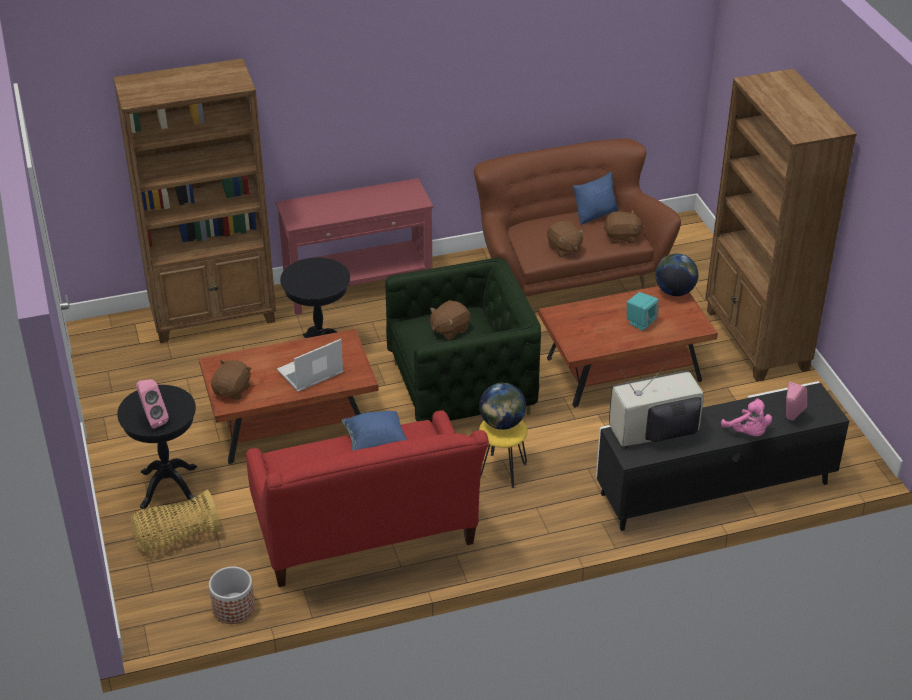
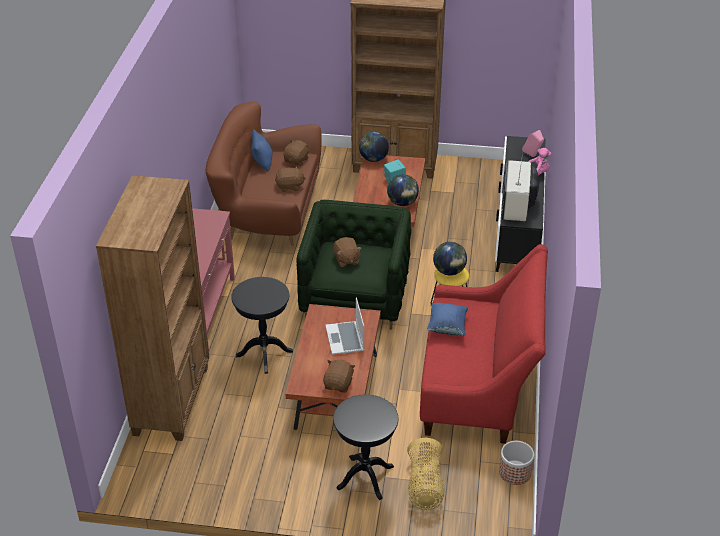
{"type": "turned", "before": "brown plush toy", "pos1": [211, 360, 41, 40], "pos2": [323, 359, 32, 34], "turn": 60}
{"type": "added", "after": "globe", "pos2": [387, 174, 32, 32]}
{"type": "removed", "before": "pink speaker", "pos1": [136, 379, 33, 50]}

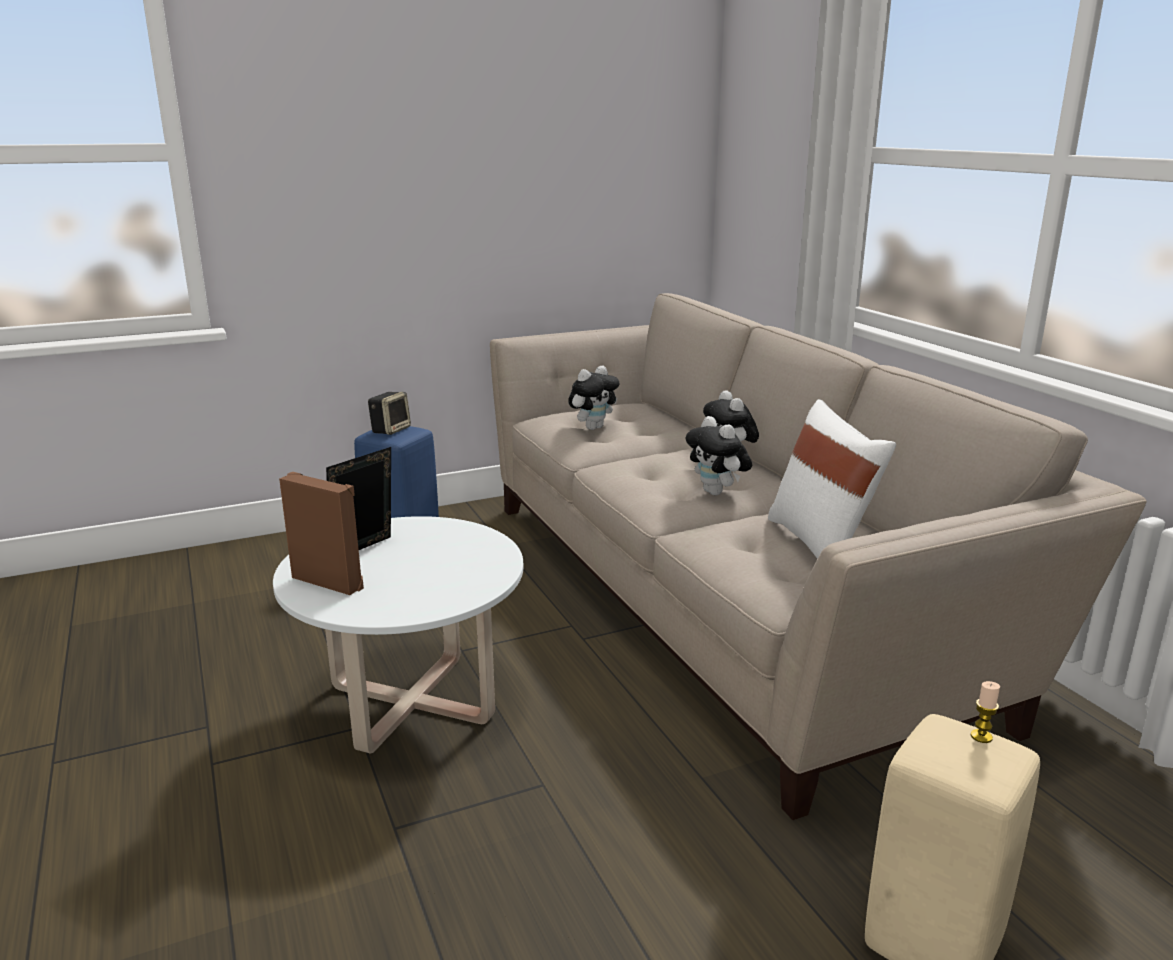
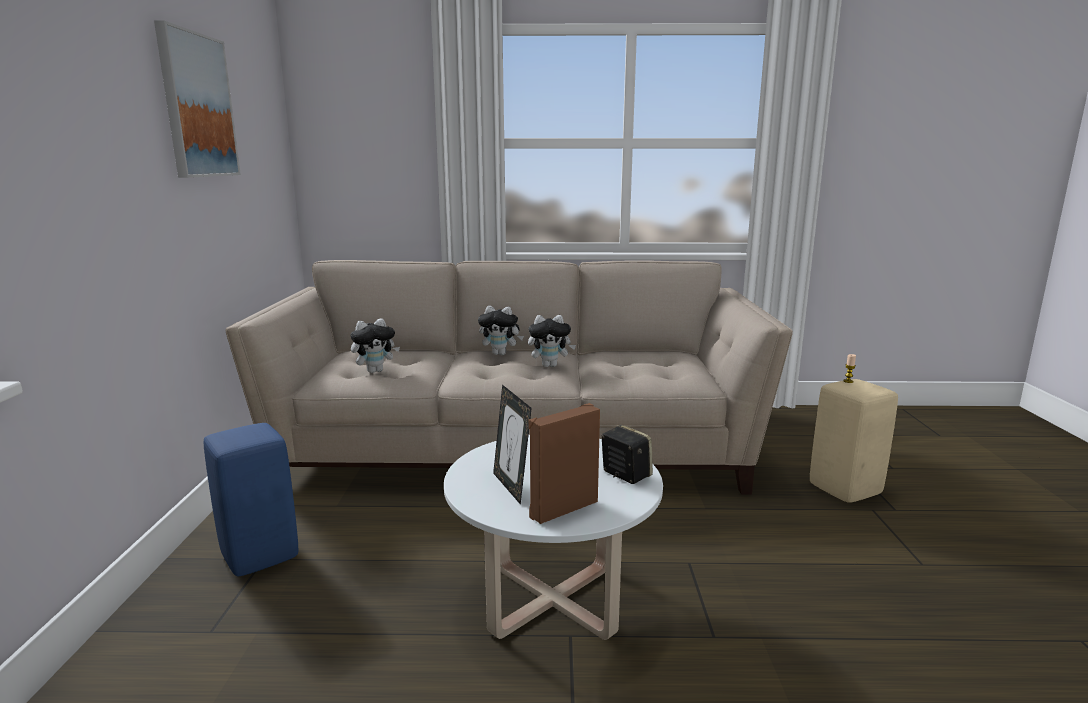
{"type": "added", "after": "picture", "pos2": [154, 21, 87, 157]}
{"type": "turned", "before": "plush toy", "pos1": [568, 366, 52, 64], "pos2": [350, 318, 50, 55], "turn": 75}
{"type": "moved", "before": "speaker", "pos1": [368, 392, 43, 43], "pos2": [602, 425, 51, 59]}
{"type": "removed", "before": "white pillow", "pos1": [768, 399, 128, 160]}

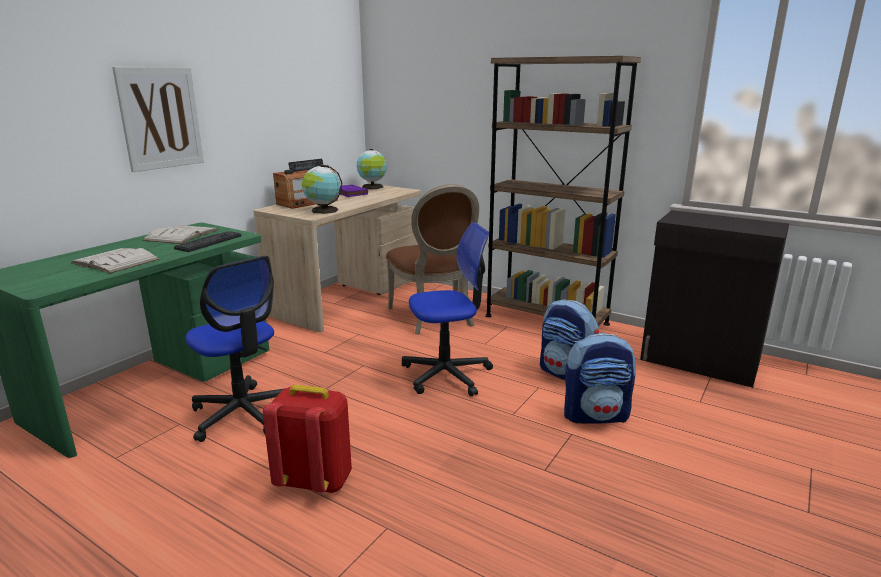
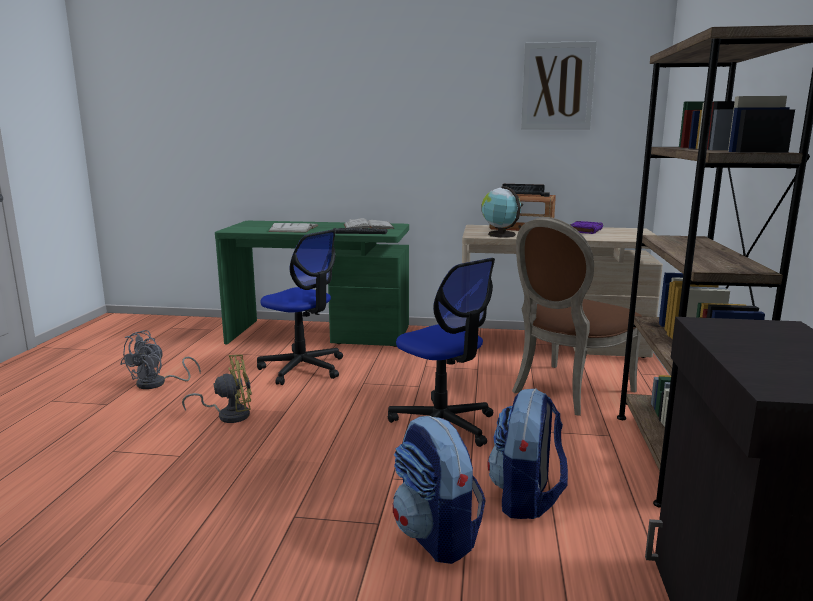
{"type": "added", "after": "grey fan", "pos2": [120, 330, 81, 59]}
{"type": "replaced", "before": "red backpack", "after": "yellow fan", "pos1": [263, 385, 89, 108], "pos2": [182, 355, 70, 68]}
{"type": "turned", "before": "office chair", "pos1": [185, 256, 98, 186], "pos2": [257, 229, 86, 156], "turn": -75}
{"type": "moved", "before": "picture", "pos1": [112, 67, 92, 105], "pos2": [521, 41, 76, 89]}
{"type": "removed", "before": "globe", "pos1": [357, 149, 30, 40]}

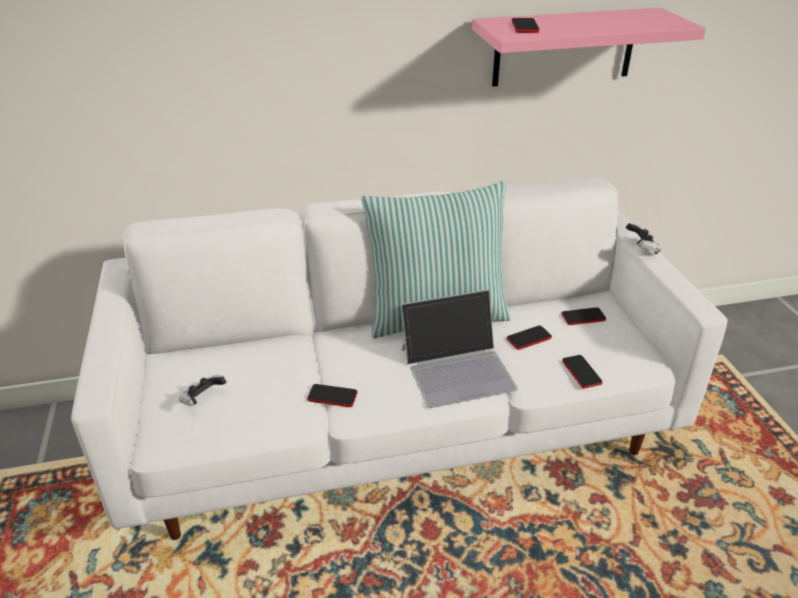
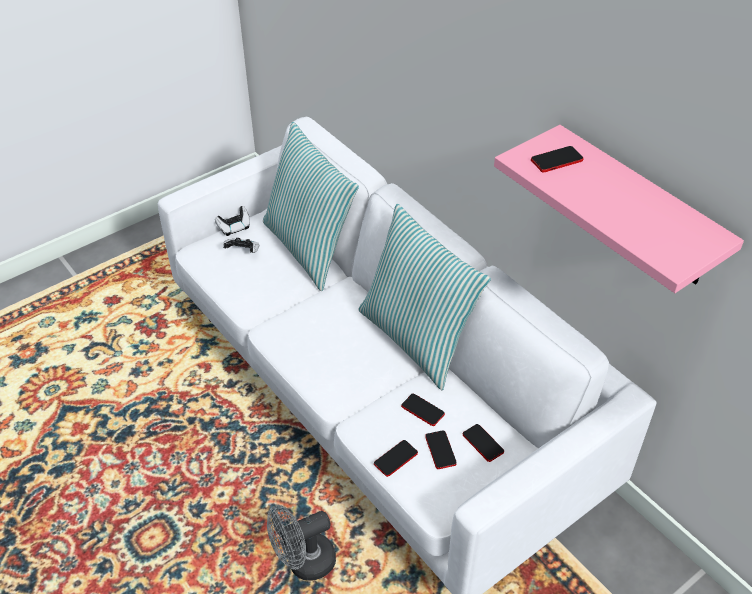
{"type": "moved", "before": "game controller", "pos1": [626, 223, 35, 31], "pos2": [215, 206, 35, 30]}
{"type": "added", "after": "pillow", "pos2": [263, 122, 96, 169]}
{"type": "added", "after": "grey fan", "pos2": [267, 505, 69, 76]}
{"type": "moved", "before": "phone", "pos1": [307, 384, 51, 23], "pos2": [425, 430, 32, 39]}
{"type": "removed", "before": "laptop", "pos1": [401, 289, 117, 119]}

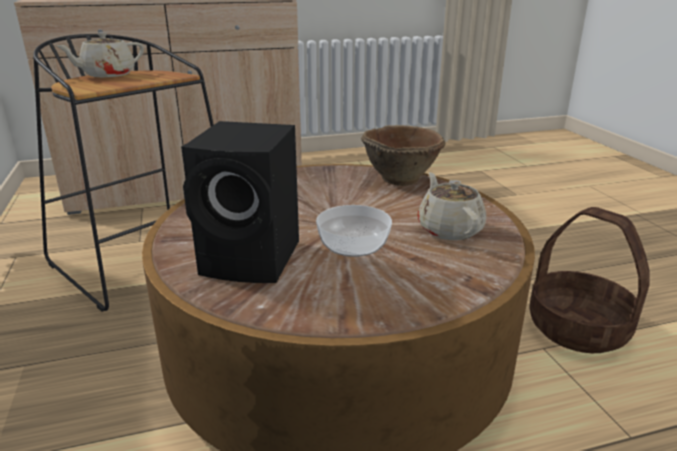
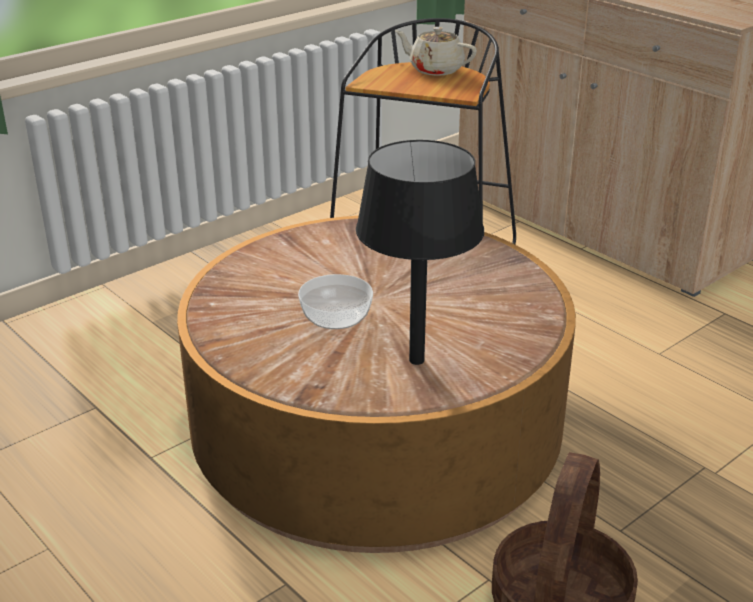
{"type": "replaced", "before": "beige teapot", "after": "black table lamp", "pos1": [417, 172, 69, 68], "pos2": [356, 140, 128, 225]}
{"type": "removed", "before": "black speaker", "pos1": [181, 121, 118, 162]}
{"type": "removed", "before": "brown bowl", "pos1": [361, 125, 84, 61]}

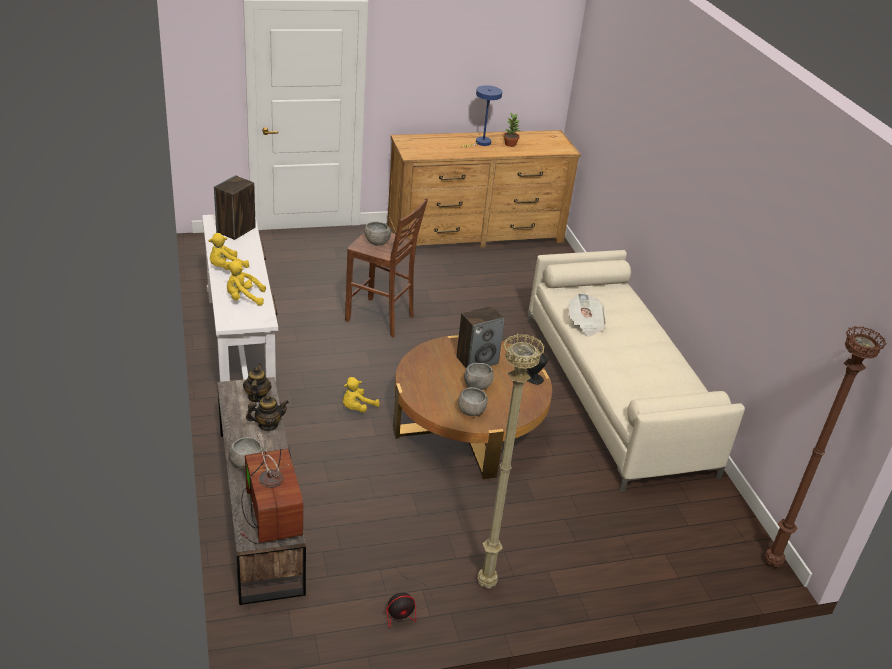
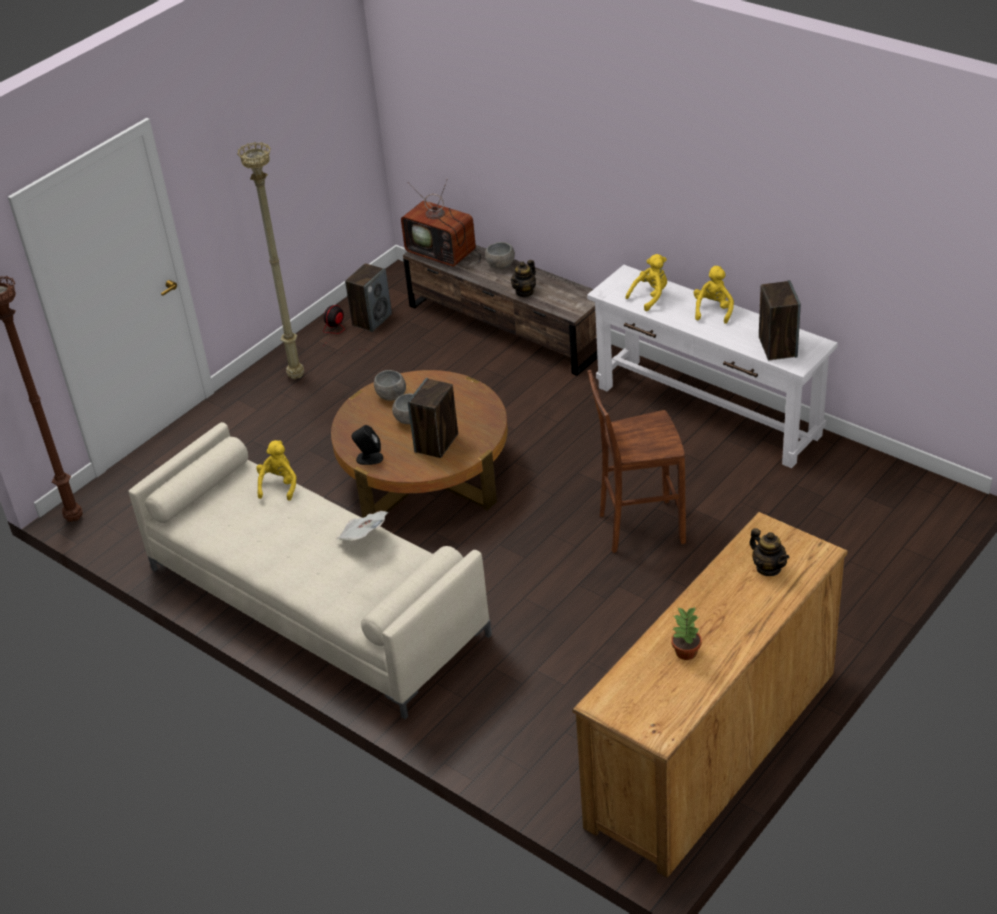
{"type": "moved", "before": "yellow plush toy", "pos1": [343, 377, 37, 36], "pos2": [256, 440, 40, 61]}
{"type": "added", "after": "speaker", "pos2": [345, 263, 47, 69]}
{"type": "moved", "before": "teapot", "pos1": [243, 364, 29, 38], "pos2": [750, 528, 39, 48]}
{"type": "removed", "before": "grey bowl", "pos1": [364, 221, 27, 24]}
{"type": "removed", "before": "blue table lamp", "pos1": [461, 85, 41, 63]}

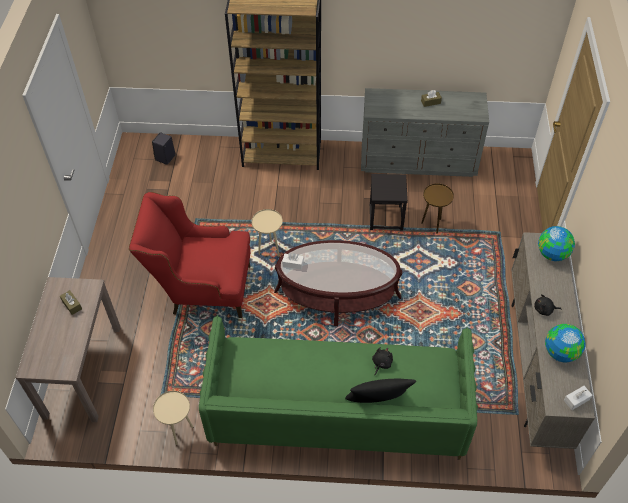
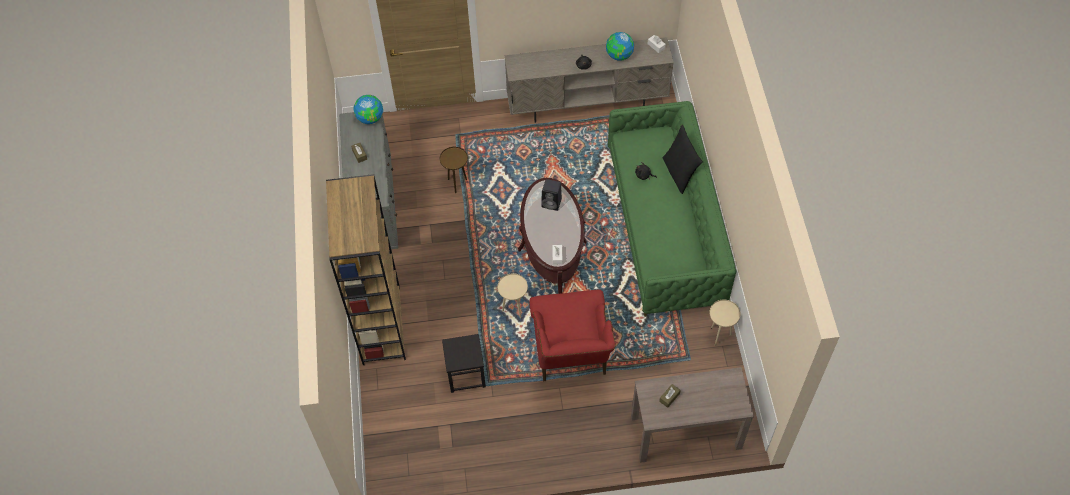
{"type": "moved", "before": "globe", "pos1": [538, 226, 37, 35], "pos2": [354, 95, 29, 29]}
{"type": "moved", "before": "black stool", "pos1": [370, 174, 38, 57], "pos2": [442, 334, 44, 59]}
{"type": "moved", "before": "black speaker", "pos1": [152, 132, 24, 33], "pos2": [541, 179, 21, 32]}

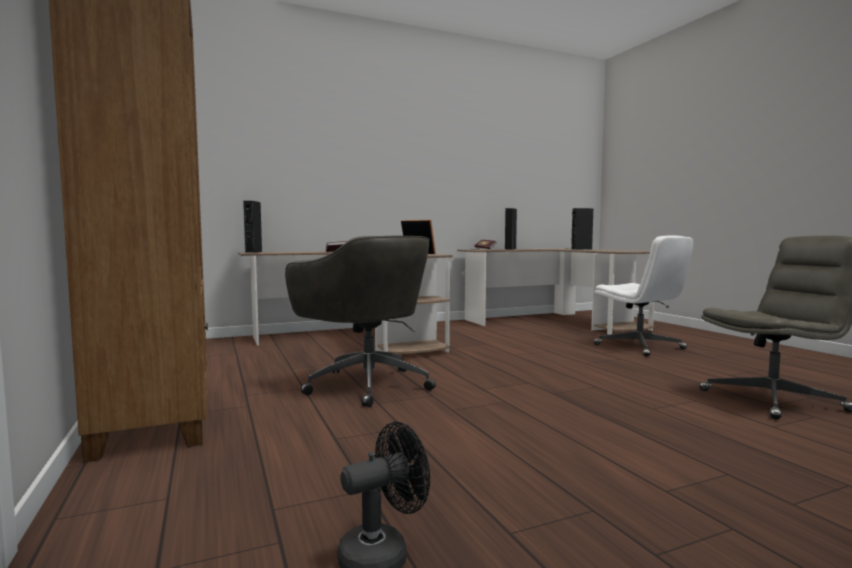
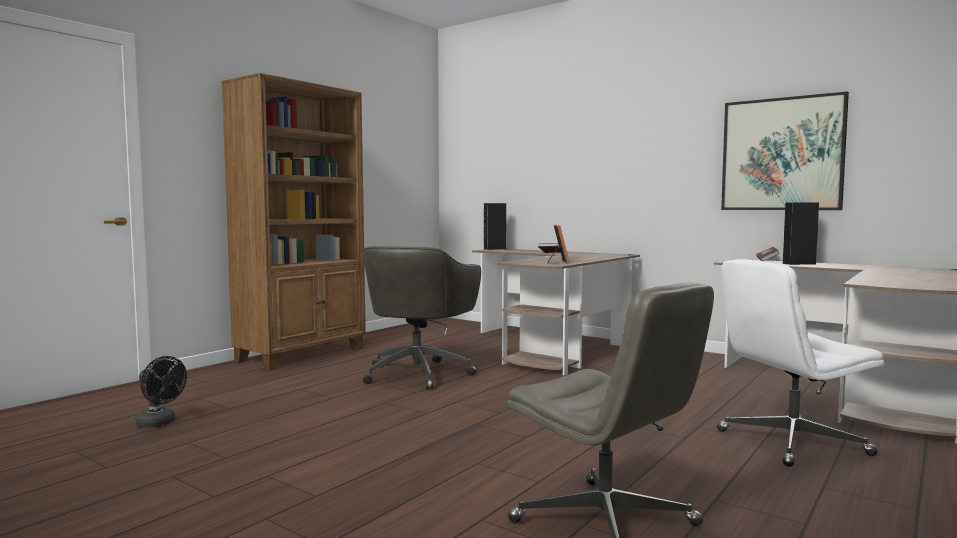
{"type": "turned", "before": "white office chair", "pos1": [594, 236, 99, 120], "pos2": [717, 259, 167, 208], "turn": 45}
{"type": "added", "after": "picture", "pos2": [721, 91, 128, 119]}
{"type": "removed", "before": "black speaker", "pos1": [571, 208, 22, 42]}

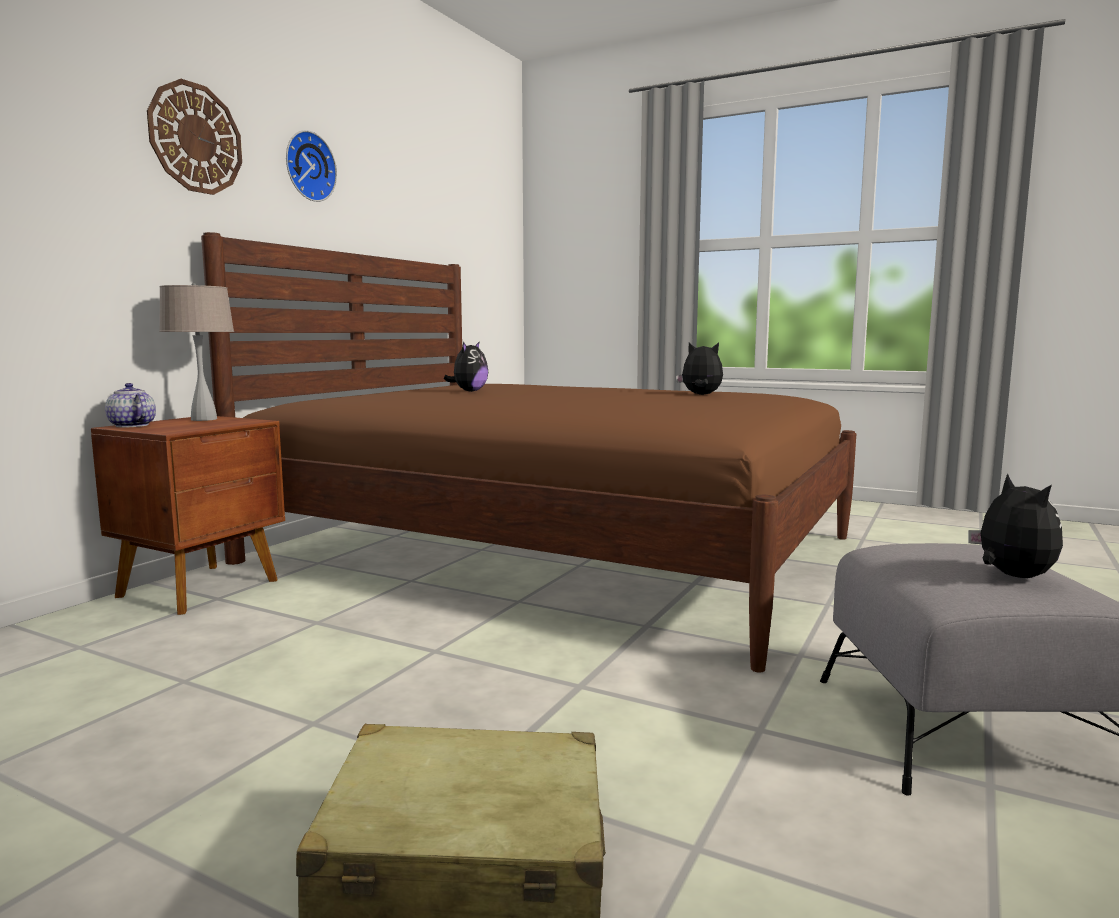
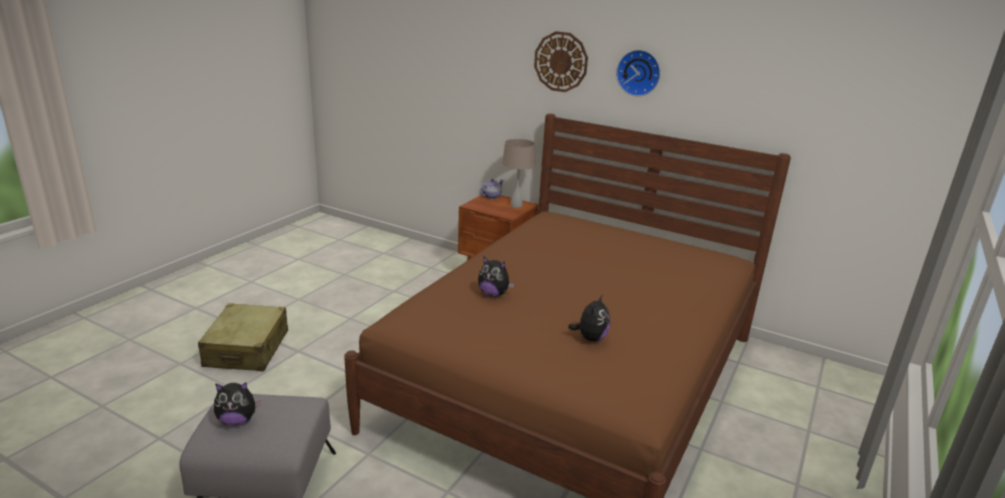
{"type": "moved", "before": "plush toy", "pos1": [444, 341, 44, 51], "pos2": [478, 256, 37, 41]}

